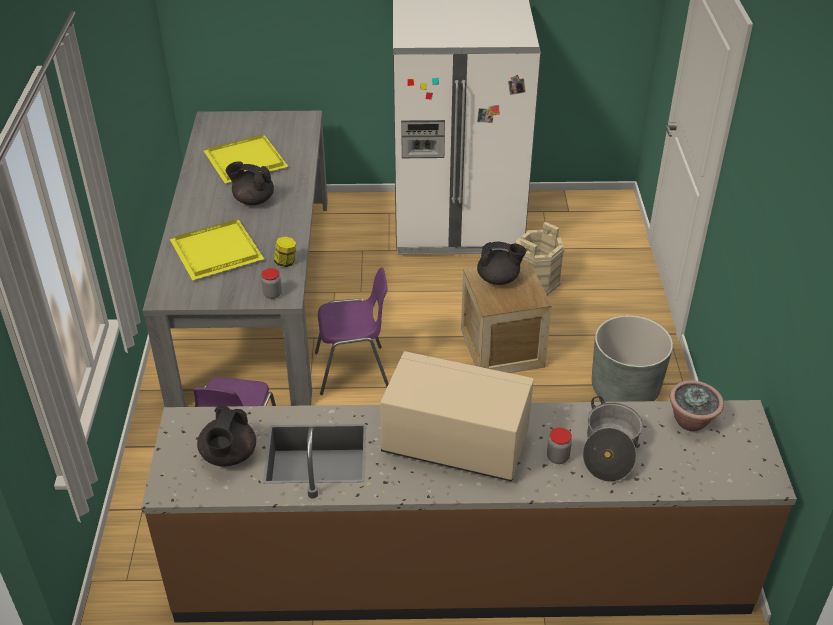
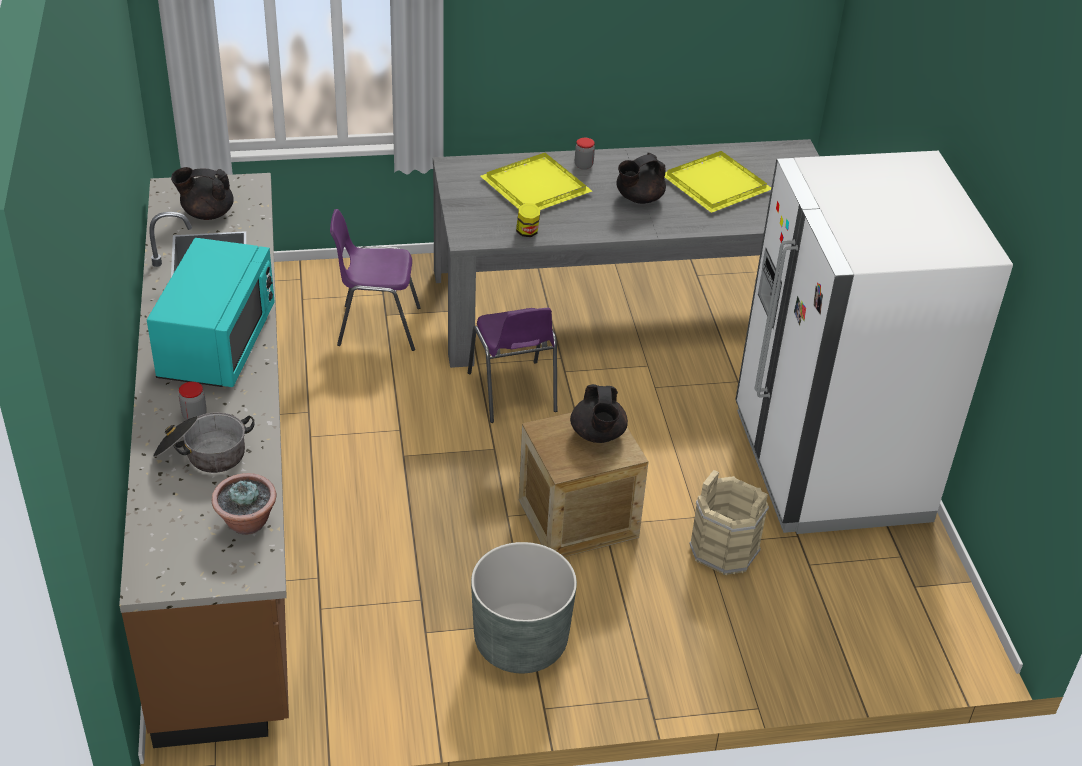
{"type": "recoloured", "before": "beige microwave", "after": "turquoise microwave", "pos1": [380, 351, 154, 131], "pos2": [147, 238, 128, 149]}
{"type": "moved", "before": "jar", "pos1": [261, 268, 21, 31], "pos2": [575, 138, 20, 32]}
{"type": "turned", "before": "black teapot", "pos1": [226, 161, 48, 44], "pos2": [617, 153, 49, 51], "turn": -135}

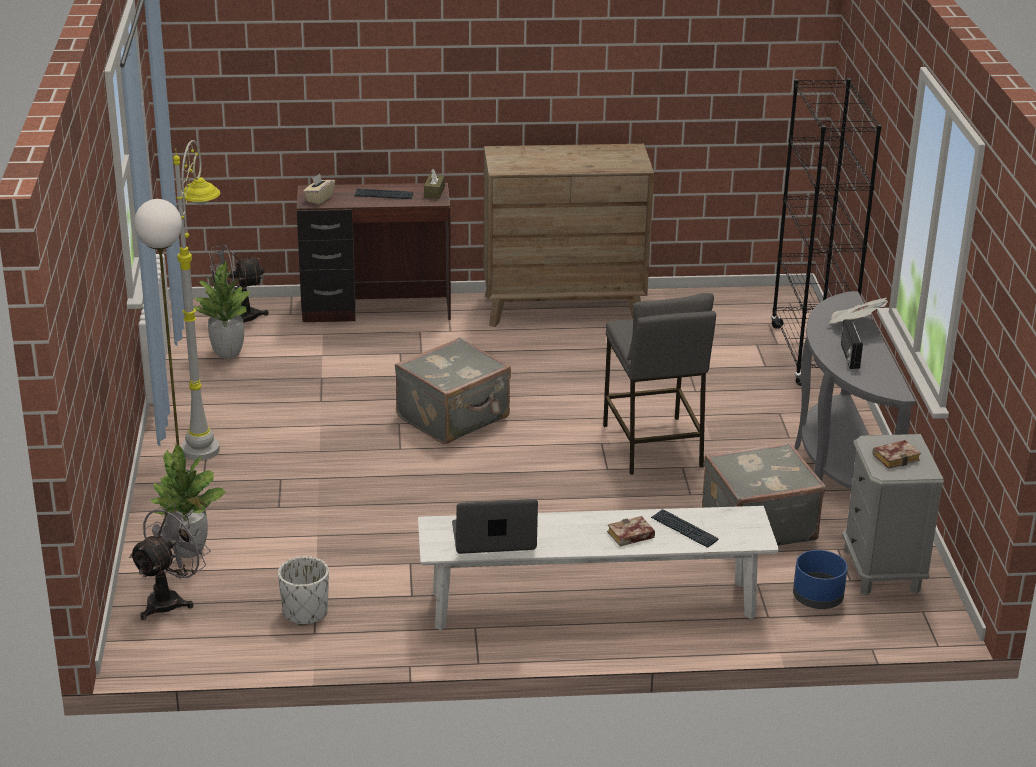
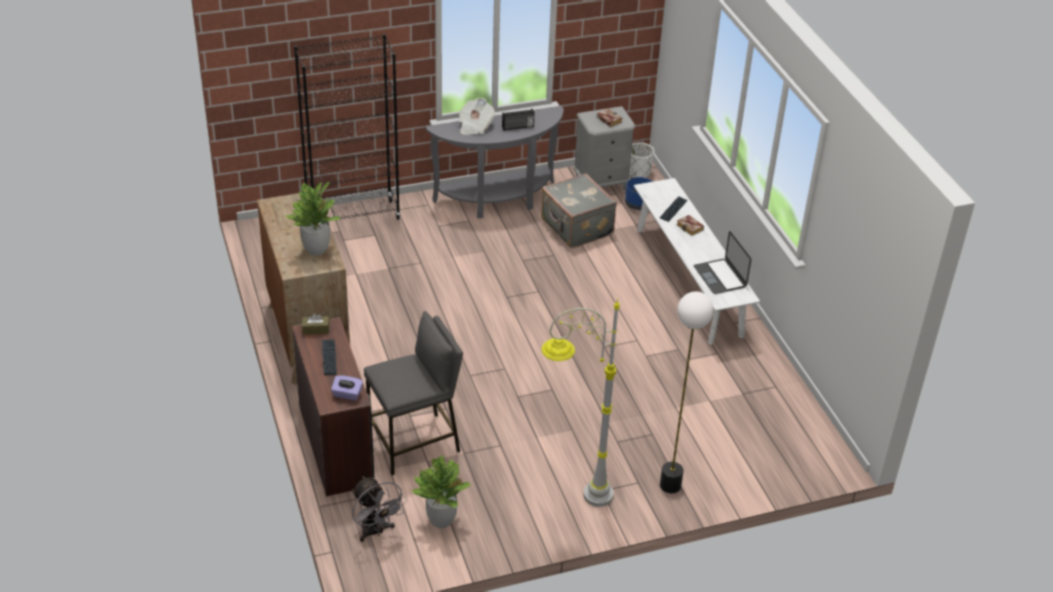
{"type": "moved", "before": "potted plant", "pos1": [149, 444, 77, 114], "pos2": [285, 182, 55, 74]}
{"type": "recoloured", "before": "beige tissue box", "after": "purple tissue box", "pos1": [303, 174, 32, 30], "pos2": [331, 375, 32, 26]}
{"type": "moved", "before": "grey stool", "pos1": [603, 293, 113, 182], "pos2": [364, 311, 99, 164]}
{"type": "moved", "before": "white planter", "pos1": [278, 556, 51, 70], "pos2": [629, 142, 25, 36]}
{"type": "removed", "before": "grey fan", "pos1": [129, 503, 81, 117]}
{"type": "removed", "before": "grey suitcase", "pos1": [395, 337, 116, 107]}

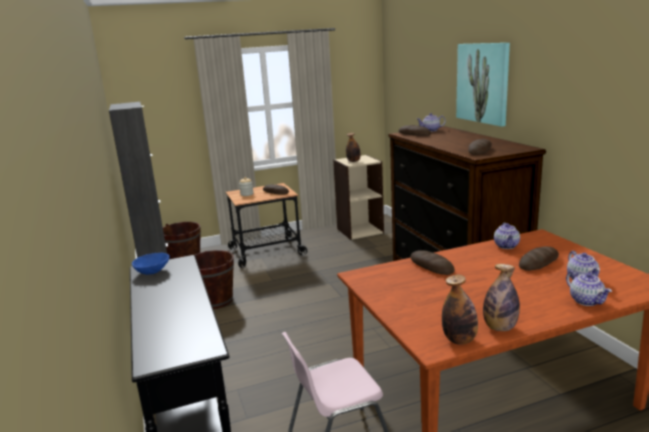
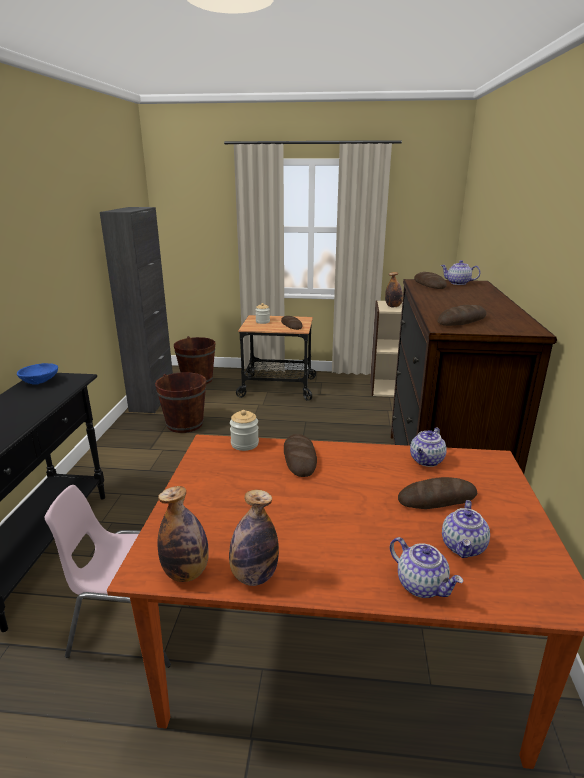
{"type": "added", "after": "jar", "pos2": [230, 410, 29, 41]}
{"type": "turned", "before": "teapot", "pos1": [566, 271, 46, 35], "pos2": [390, 537, 73, 61], "turn": -45}
{"type": "removed", "before": "picture", "pos1": [456, 43, 54, 84]}

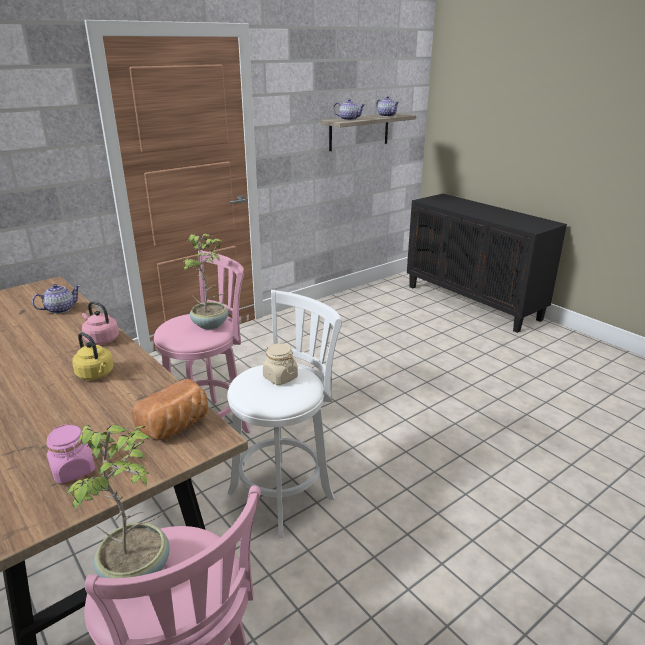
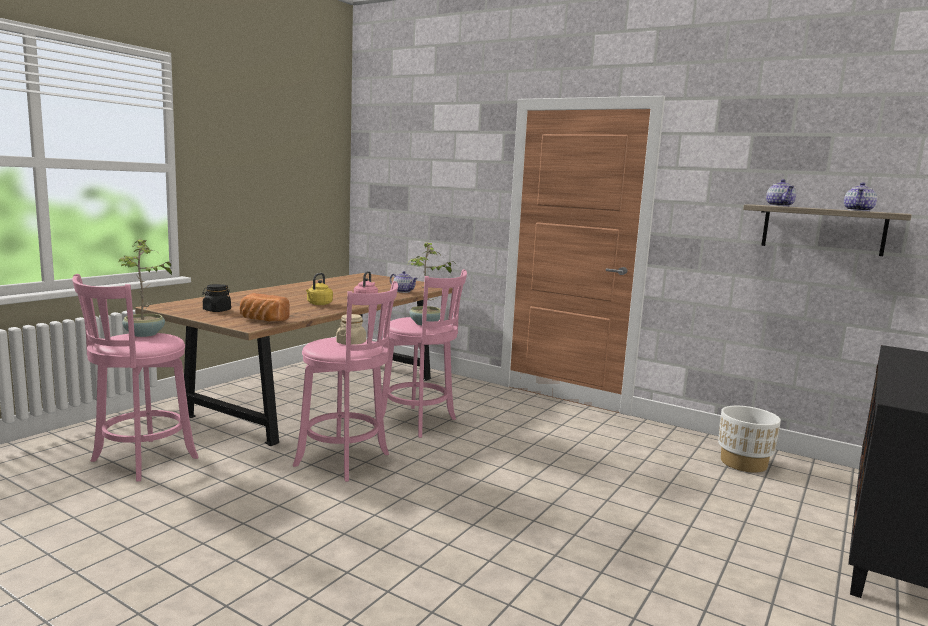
{"type": "recoloured", "before": "pink jar", "after": "black jar", "pos1": [46, 424, 49, 60], "pos2": [202, 284, 29, 28]}
{"type": "recoloured", "before": "white stool", "after": "pink stool", "pos1": [227, 290, 115, 248], "pos2": [293, 281, 105, 201]}
{"type": "added", "after": "white planter", "pos2": [718, 406, 63, 67]}

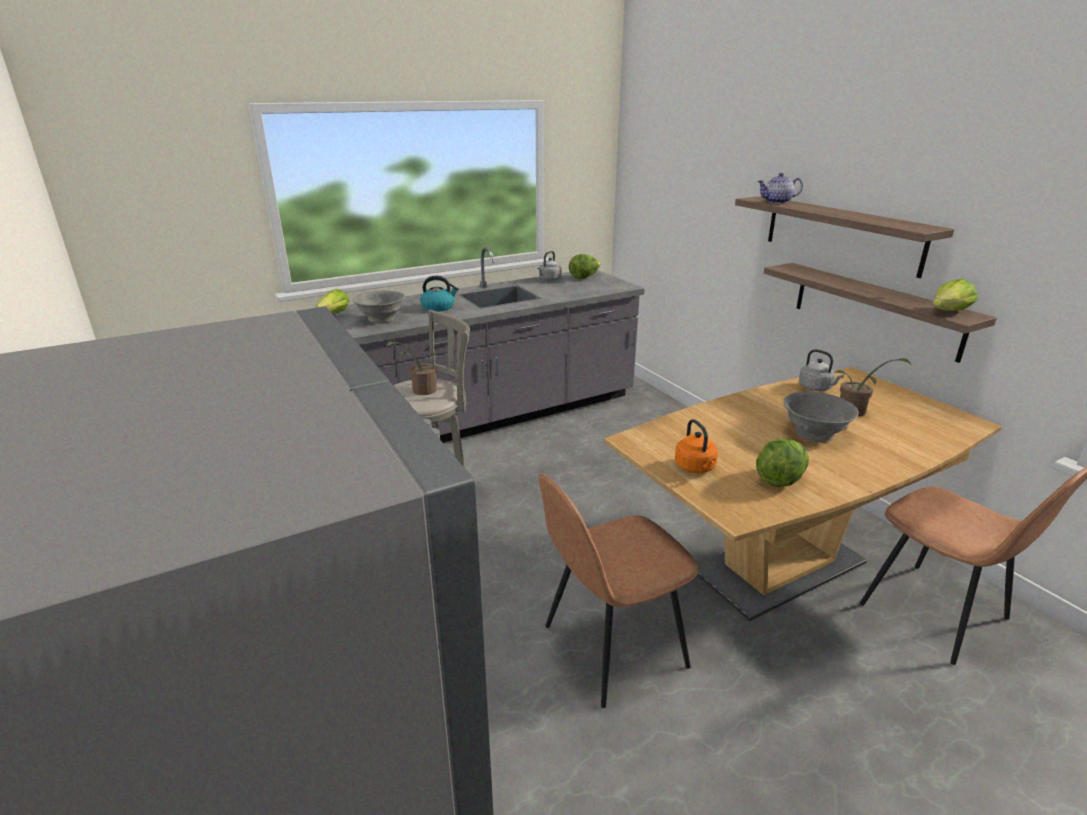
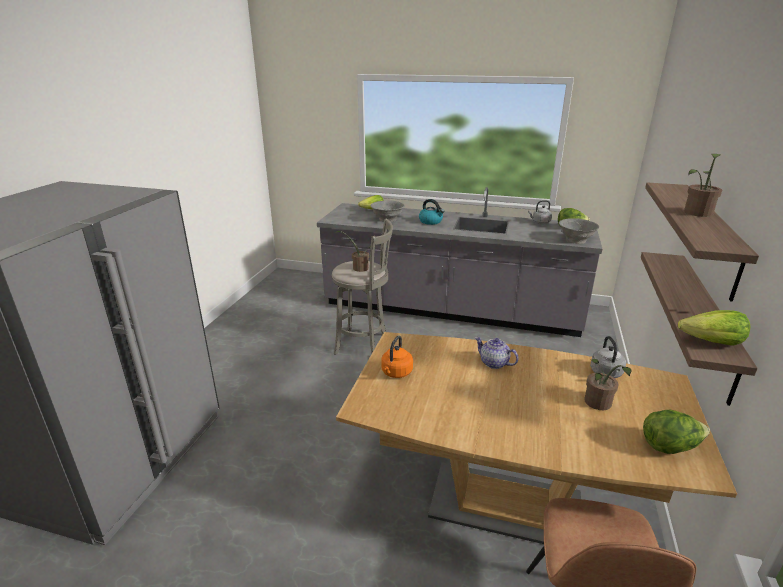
{"type": "moved", "before": "teapot", "pos1": [758, 173, 45, 31], "pos2": [475, 337, 44, 32]}
{"type": "moved", "before": "grey bowl", "pos1": [784, 391, 75, 51], "pos2": [559, 218, 41, 26]}
{"type": "moved", "before": "lettuce", "pos1": [756, 439, 53, 48], "pos2": [643, 410, 67, 44]}
{"type": "added", "after": "potted plant", "pos2": [684, 153, 38, 64]}
{"type": "removed", "before": "brown chair", "pos1": [539, 474, 160, 234]}

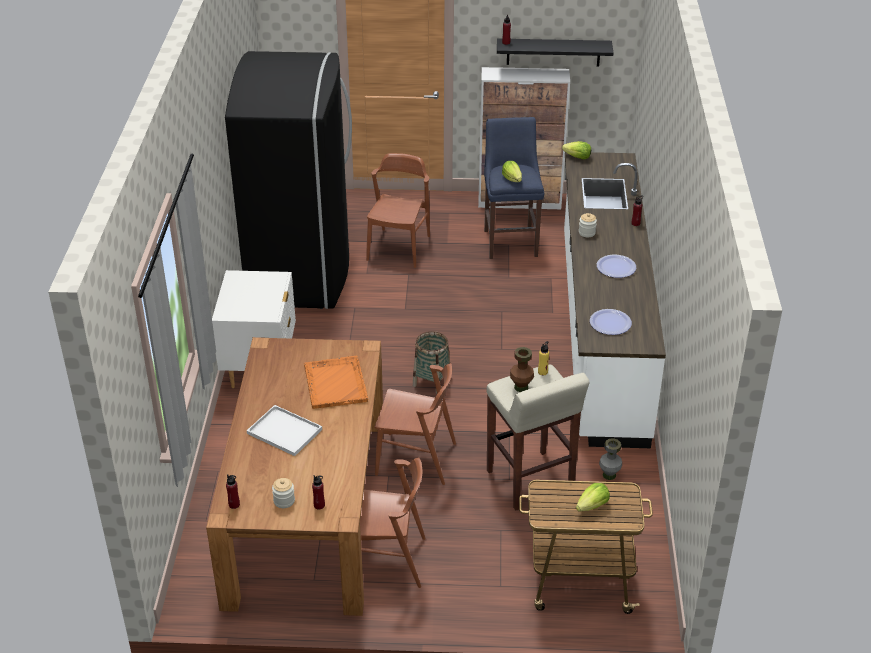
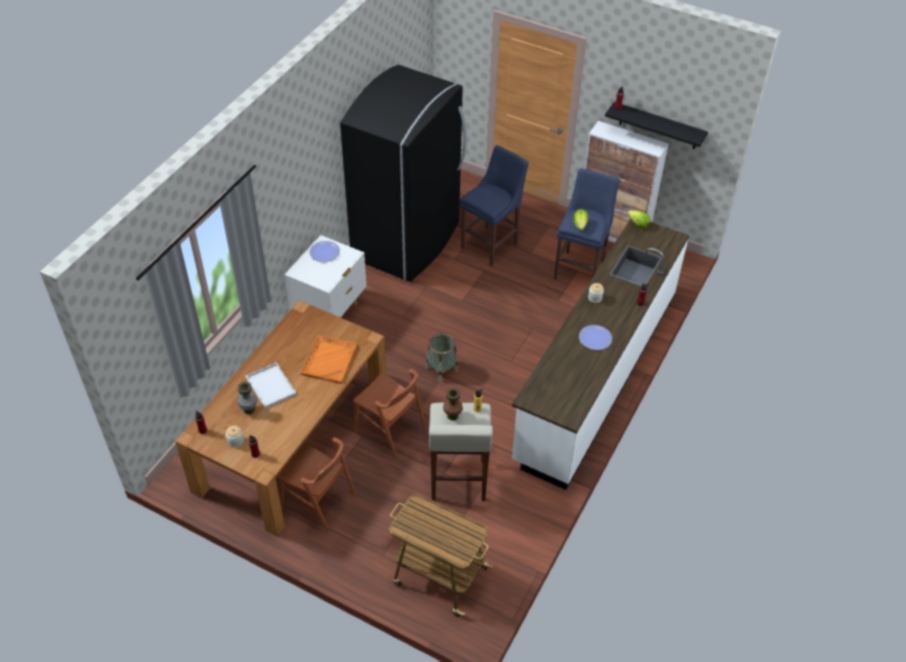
{"type": "moved", "before": "grey vase", "pos1": [599, 438, 23, 42], "pos2": [238, 382, 19, 32]}
{"type": "moved", "before": "plate", "pos1": [590, 309, 42, 26], "pos2": [309, 241, 31, 21]}
{"type": "replaced", "before": "brown chair", "after": "blue stool", "pos1": [366, 153, 64, 115], "pos2": [460, 145, 69, 121]}
{"type": "removed", "before": "lettuce", "pos1": [576, 483, 34, 29]}

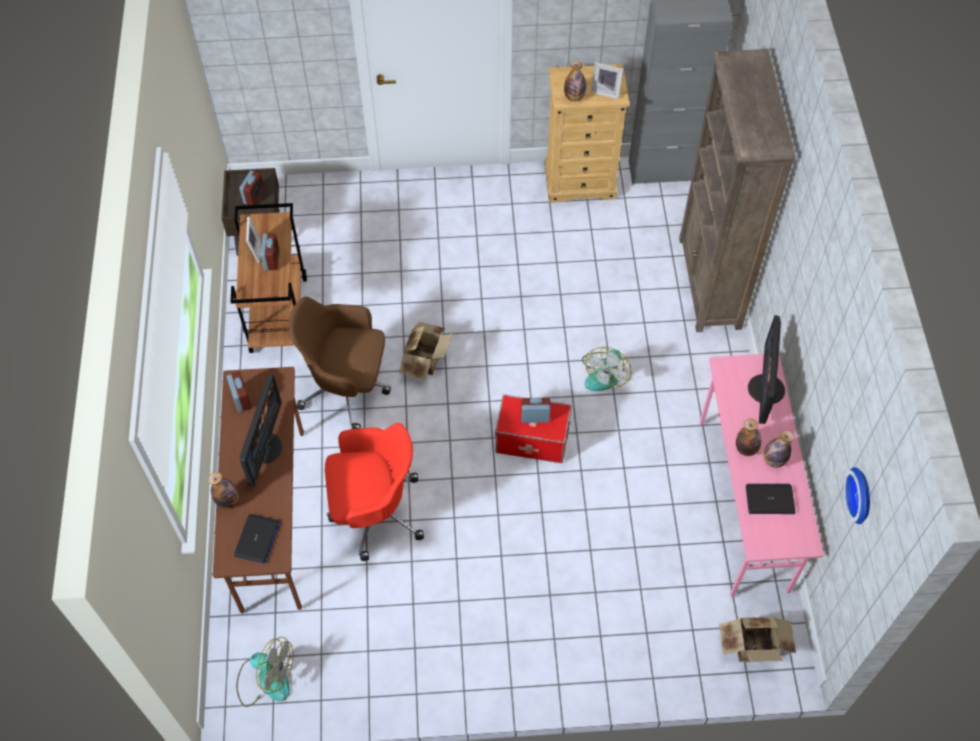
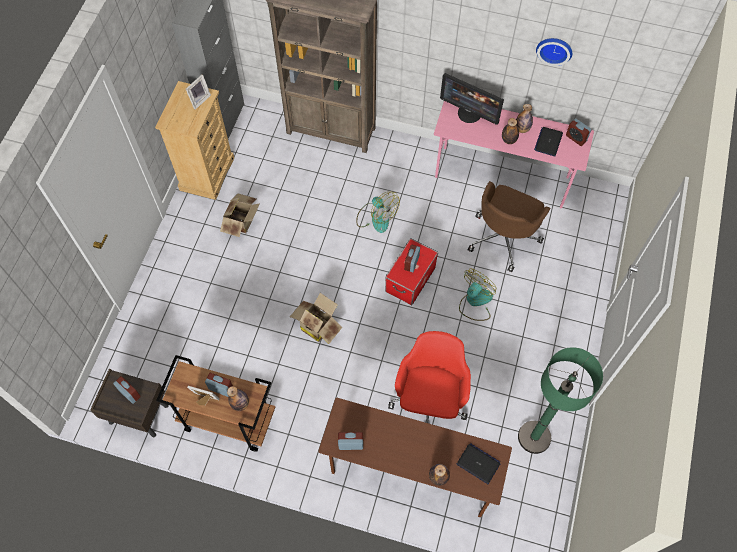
{"type": "moved", "before": "cardboard box", "pos1": [719, 617, 77, 45], "pos2": [220, 193, 40, 44]}
{"type": "moved", "before": "bottle", "pos1": [564, 61, 22, 41], "pos2": [227, 386, 22, 25]}
{"type": "moved", "before": "fan", "pos1": [236, 637, 58, 70], "pos2": [459, 269, 37, 52]}
{"type": "moved", "before": "brown office chair", "pos1": [289, 297, 102, 132], "pos2": [468, 181, 83, 91]}
{"type": "added", "after": "green floor lamp", "pos2": [518, 347, 85, 107]}
{"type": "moved", "before": "wall clock", "pos1": [844, 467, 26, 57], "pos2": [536, 38, 36, 28]}
{"type": "added", "after": "alarm clock", "pos2": [566, 118, 25, 28]}
{"type": "removed", "before": "monitor", "pos1": [240, 375, 42, 111]}

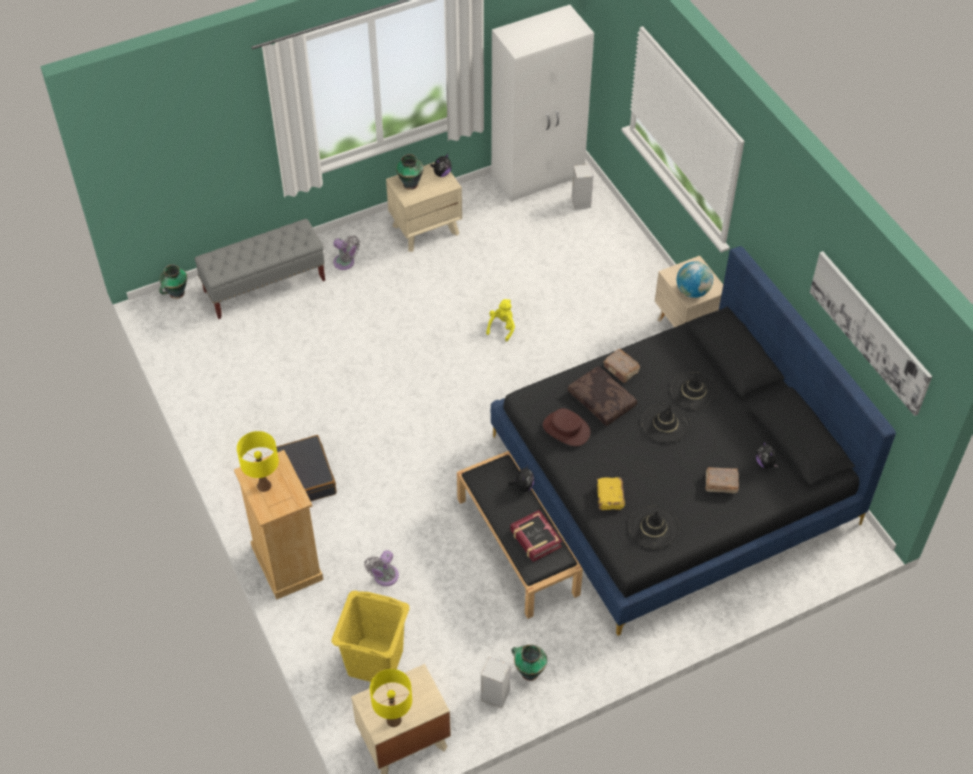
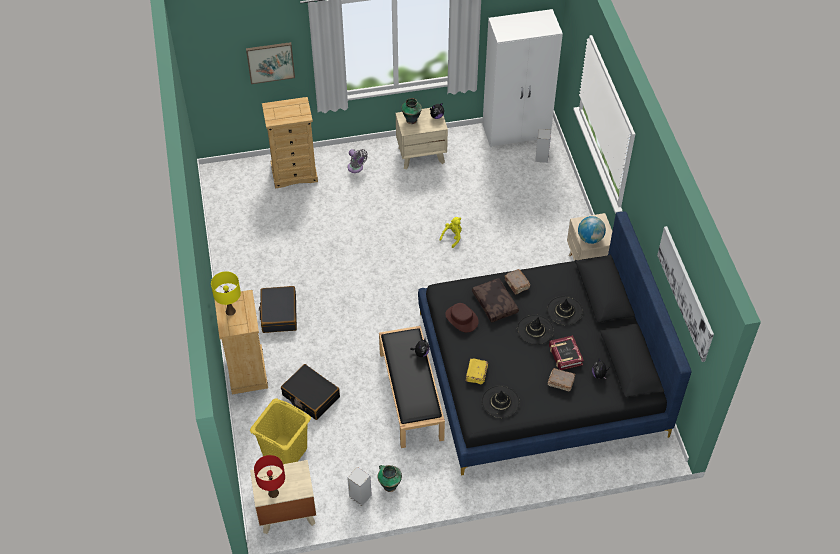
{"type": "added", "after": "picture", "pos2": [246, 42, 49, 42]}
{"type": "recoloured", "before": "yellow table lamp", "after": "red table lamp", "pos1": [370, 669, 42, 58], "pos2": [254, 455, 31, 43]}
{"type": "replaced", "before": "grey bench", "after": "beige dresser", "pos1": [195, 219, 130, 100], "pos2": [262, 97, 56, 91]}
{"type": "replaced", "before": "grey fan", "after": "black suitcase", "pos1": [364, 550, 35, 36], "pos2": [281, 364, 59, 56]}
{"type": "moved", "before": "book", "pos1": [510, 510, 52, 52], "pos2": [549, 335, 35, 35]}
{"type": "removed", "before": "vase", "pos1": [159, 265, 28, 34]}

